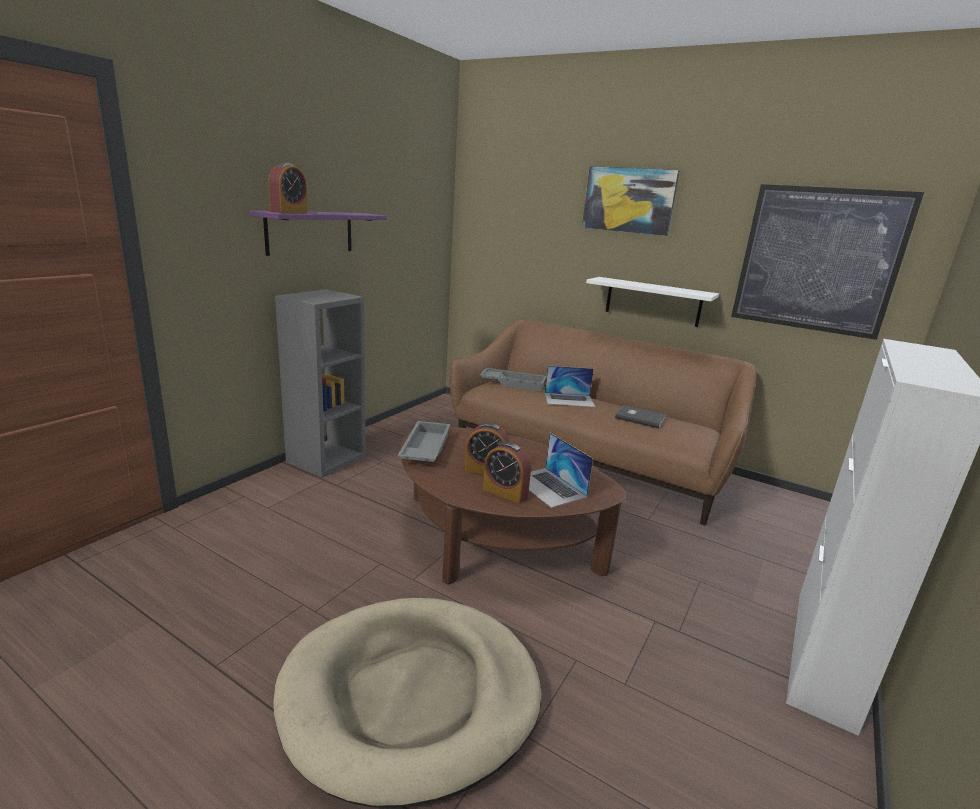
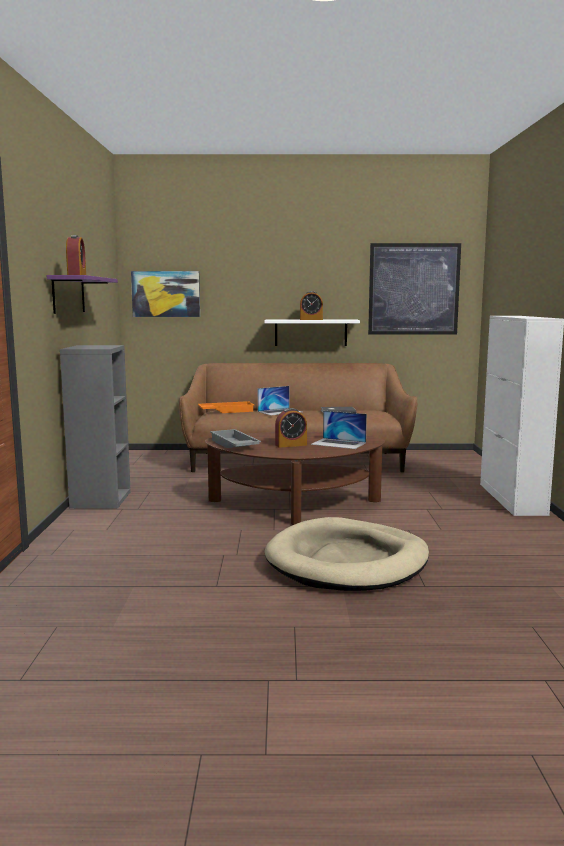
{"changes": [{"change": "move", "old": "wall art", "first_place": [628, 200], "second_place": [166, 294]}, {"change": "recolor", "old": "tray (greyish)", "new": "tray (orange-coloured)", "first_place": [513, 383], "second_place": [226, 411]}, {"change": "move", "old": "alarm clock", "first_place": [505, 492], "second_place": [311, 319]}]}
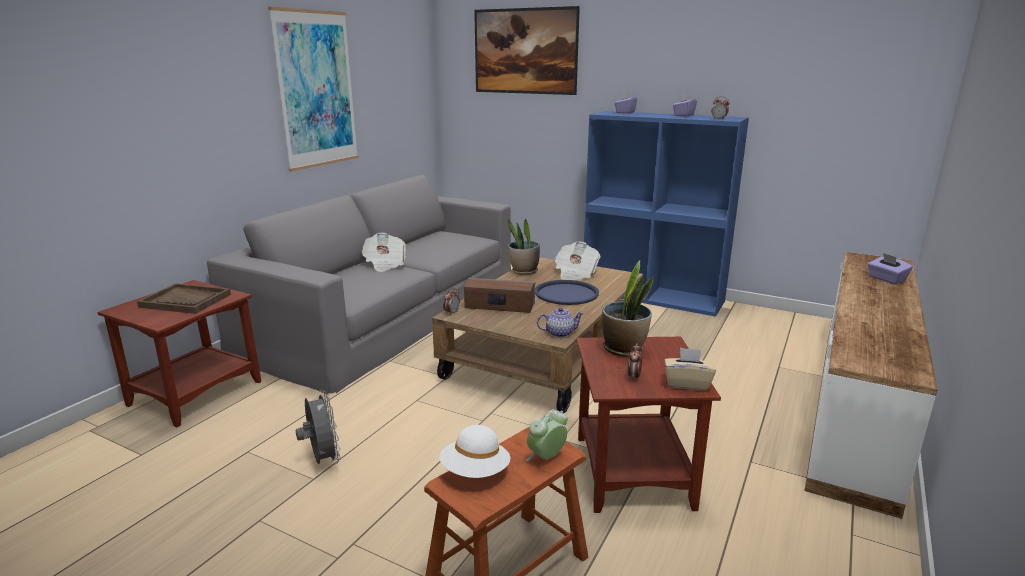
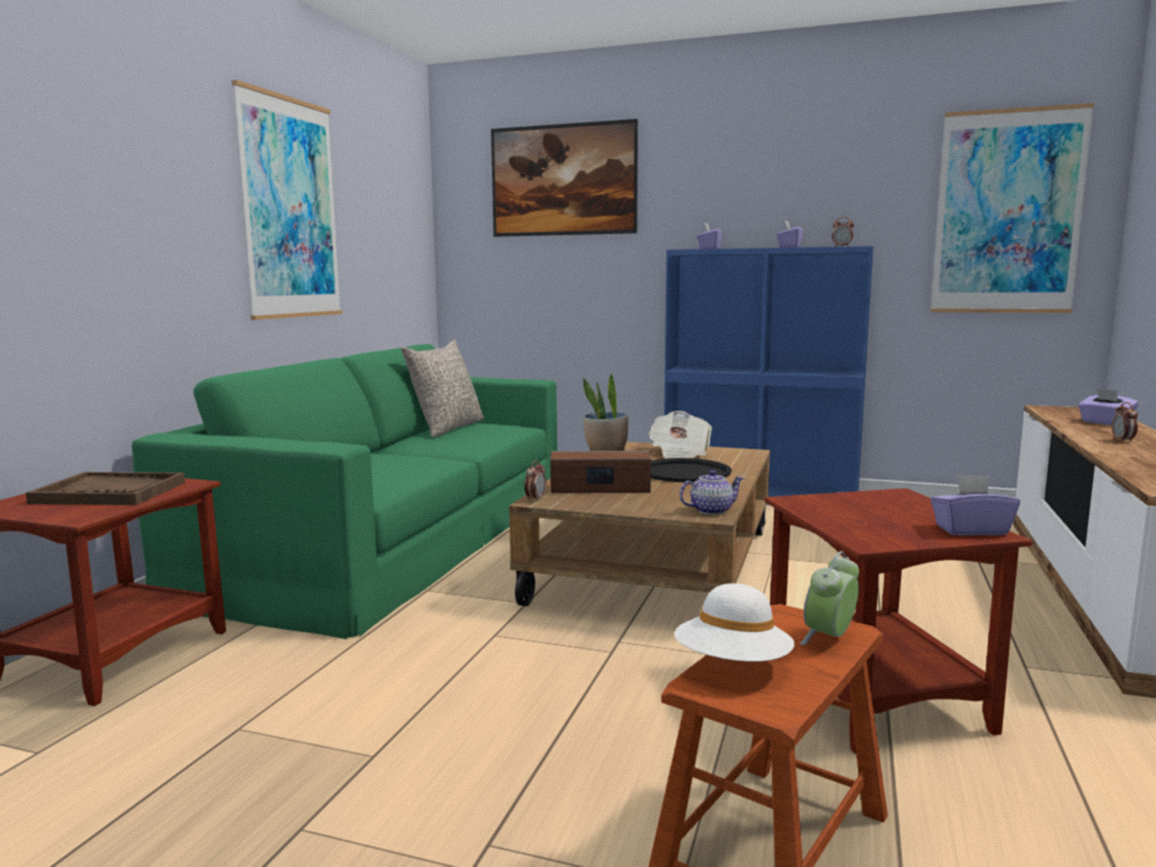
{"changes": [{"change": "recolor", "old": "couch (greyish)", "new": "couch (green-coloured)", "first_place": [388, 314], "second_place": [396, 536]}, {"change": "insert", "new": "throw pillow (greyish)", "second_place": [447, 428]}, {"change": "recolor", "old": "tray (bluish)", "new": "tray (black-coloured)", "first_place": [566, 293], "second_place": [684, 472]}, {"change": "insert", "new": "wall art", "second_place": [1007, 212]}, {"change": "recolor", "old": "tissue holder (beige-coloured)", "new": "tissue holder (purple)", "first_place": [687, 383], "second_place": [971, 530]}, {"change": "move", "old": "alarm clock", "first_place": [634, 377], "second_place": [1123, 441]}, {"change": "delete", "old": "cooling fan (greyish)", "first_place": [322, 460]}, {"change": "delete", "old": "printed paper", "first_place": [385, 264]}, {"change": "delete", "old": "potted plant", "first_place": [624, 349]}]}
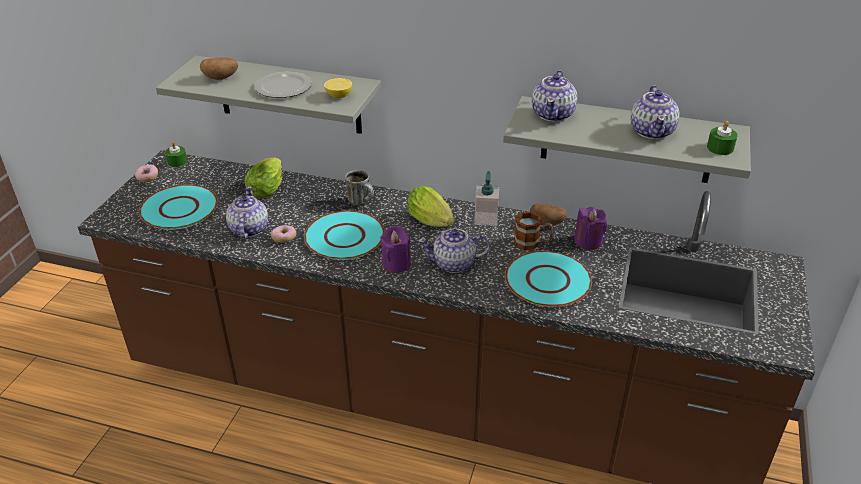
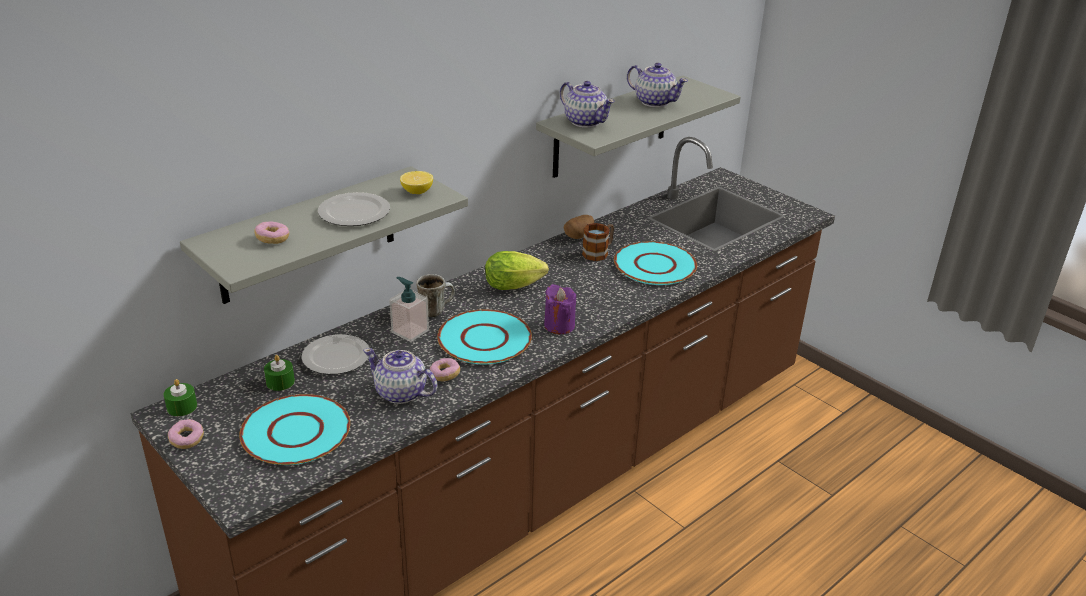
{"changes": [{"change": "replace", "old": "spud", "new": "ring doughnut", "first_place": [221, 78], "second_place": [272, 239]}, {"change": "move", "old": "candle (green-coloured)", "first_place": [720, 148], "second_place": [280, 382]}, {"change": "replace", "old": "head of lettuce", "new": "flat dish", "first_place": [268, 188], "second_place": [336, 358]}, {"change": "move", "old": "soap bottle", "first_place": [486, 218], "second_place": [410, 331]}, {"change": "delete", "old": "tea pot", "first_place": [454, 264]}, {"change": "delete", "old": "candle (purple)", "first_place": [588, 241]}]}
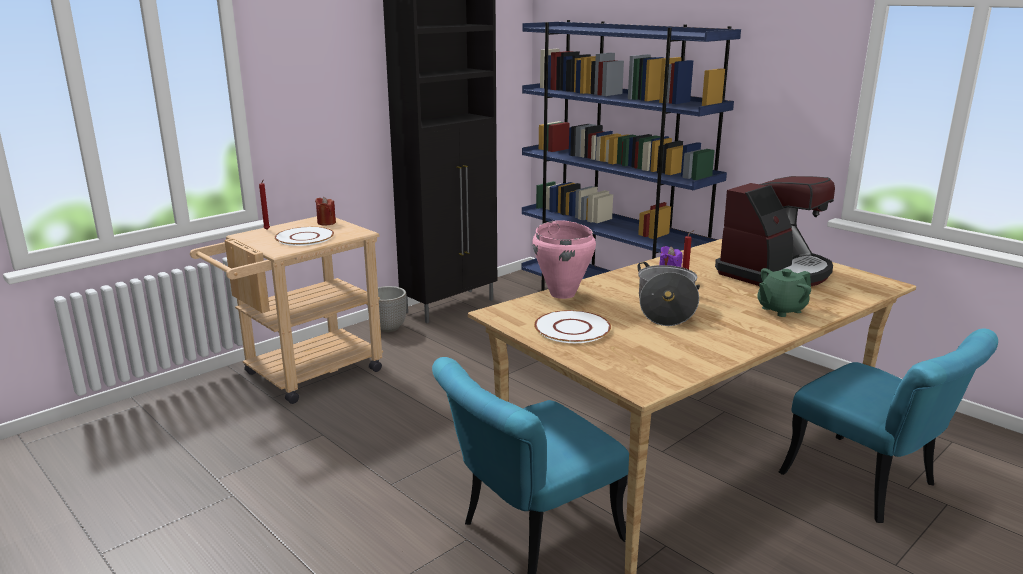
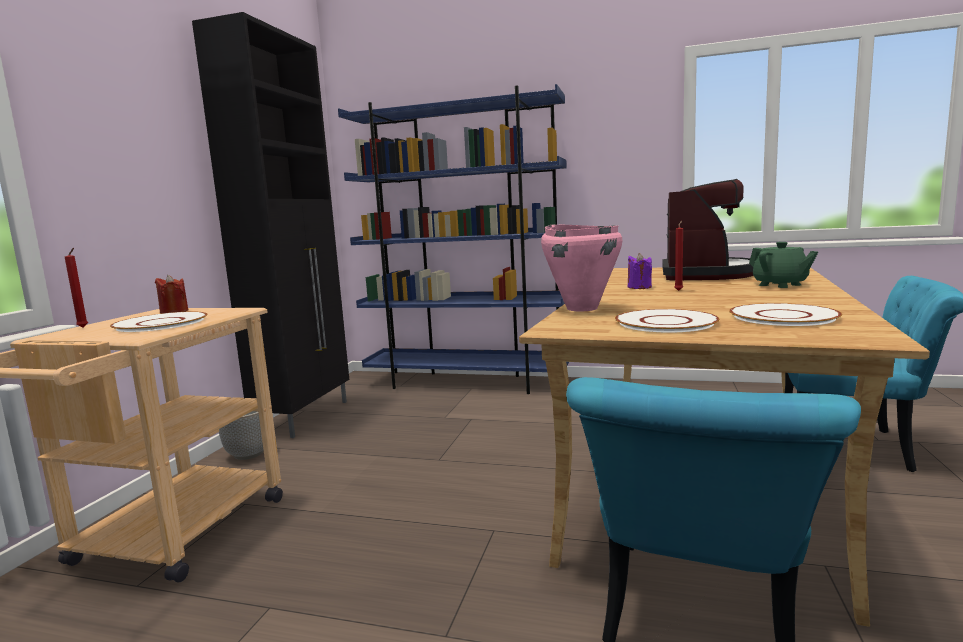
{"changes": [{"change": "insert", "new": "flat dish (white)", "second_place": [782, 316]}, {"change": "rotate", "old": "tea pot (green-coloured)", "first_place": [781, 309], "second_place": [780, 285], "degrees": -60}, {"change": "delete", "old": "stockpot", "first_place": [665, 308]}]}
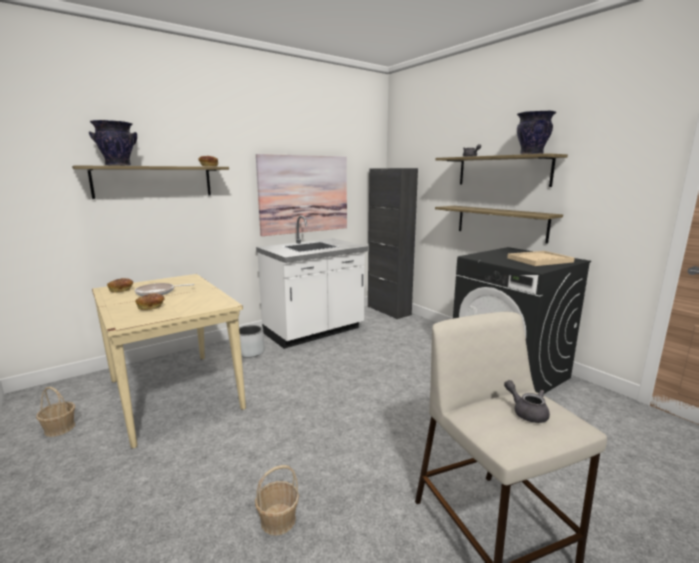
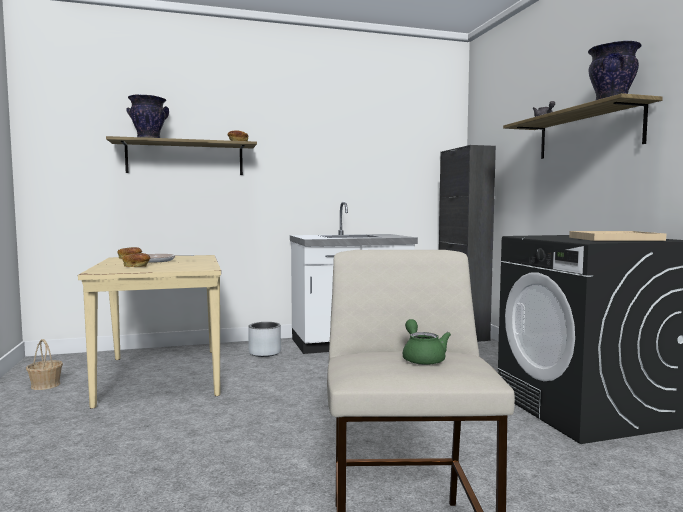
{"changes": [{"change": "recolor", "old": "tea pot (greyish)", "new": "tea pot (green-coloured)", "first_place": [526, 412], "second_place": [422, 358]}, {"change": "delete", "old": "basket", "first_place": [278, 520]}, {"change": "delete", "old": "wall art", "first_place": [304, 194]}, {"change": "delete", "old": "shelf", "first_place": [500, 223]}]}
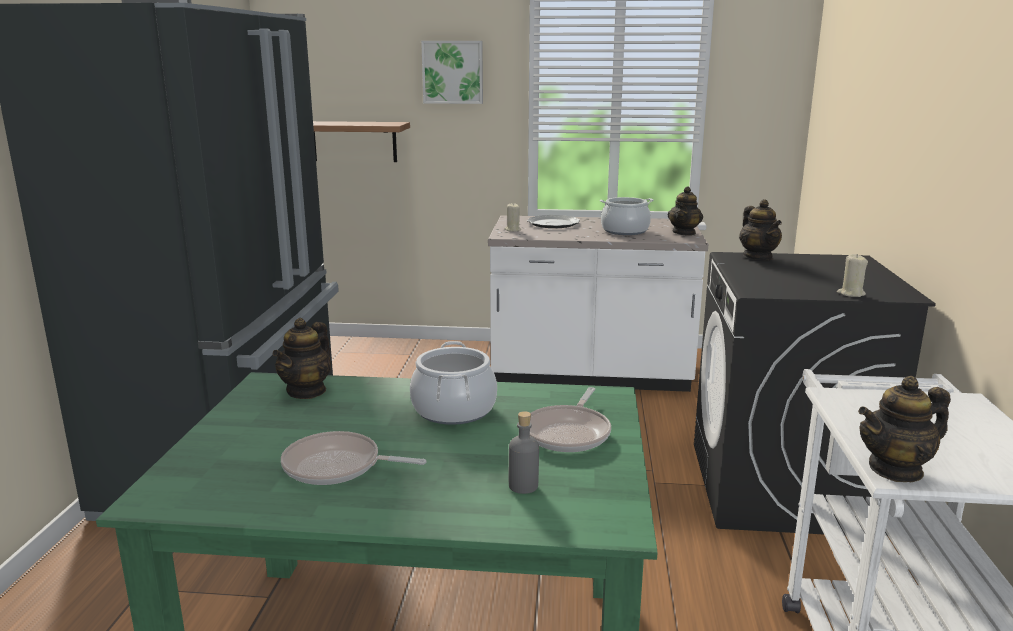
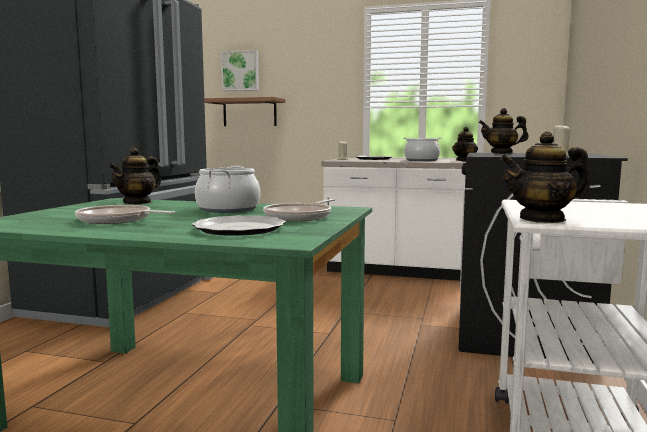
{"changes": [{"change": "replace", "old": "bottle (greyish)", "new": "flat dish", "first_place": [523, 486], "second_place": [240, 229]}, {"change": "move", "old": "wall art", "first_place": [453, 72], "second_place": [240, 71]}, {"change": "rotate", "old": "tea pot", "first_place": [758, 257], "second_place": [501, 153], "degrees": 105}]}
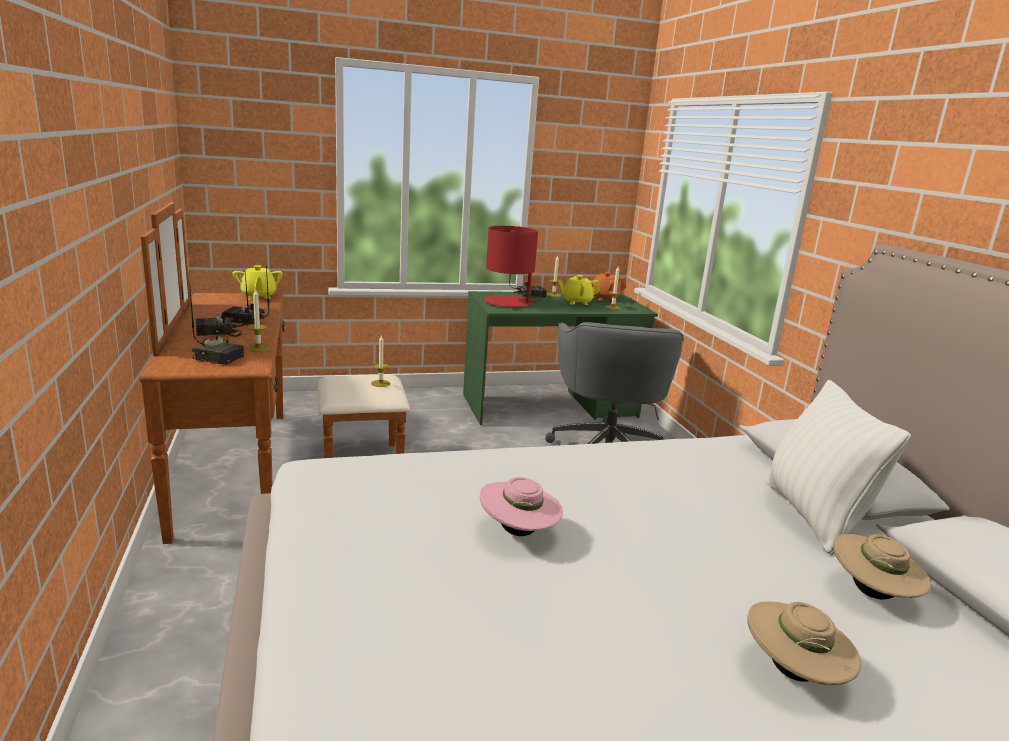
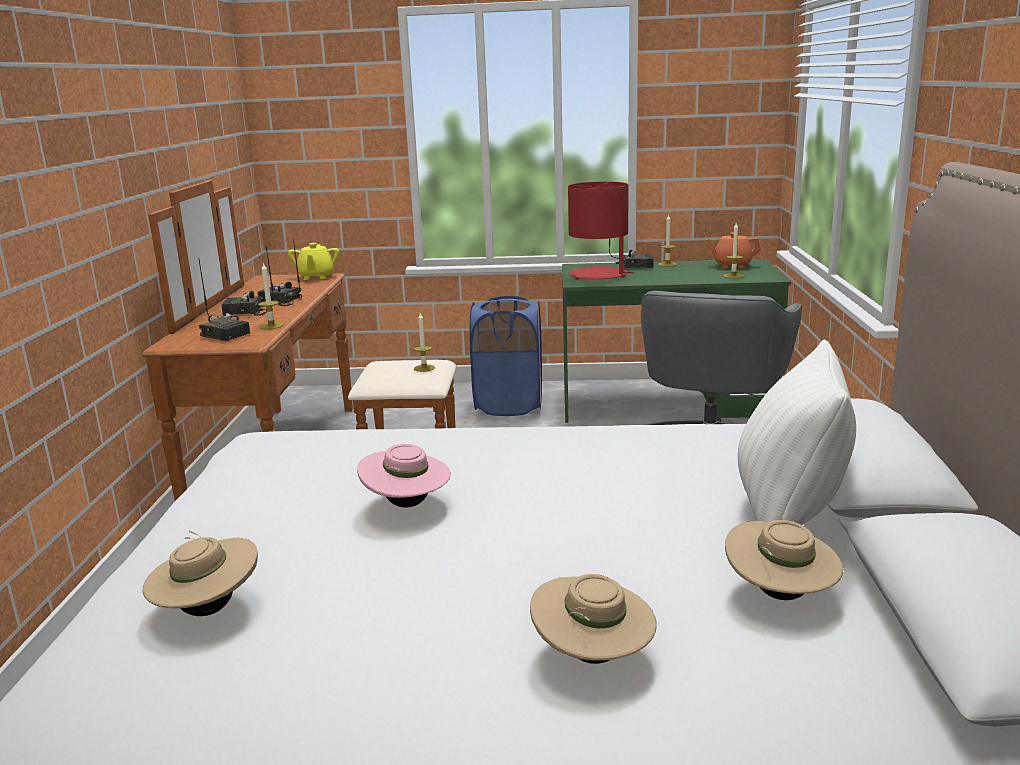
{"changes": [{"change": "insert", "new": "clothing hat (beige-coloured)", "second_place": [207, 609]}, {"change": "insert", "new": "laundry basket (bluish)", "second_place": [509, 405]}, {"change": "delete", "old": "tea pot (yellowish)", "first_place": [576, 302]}]}
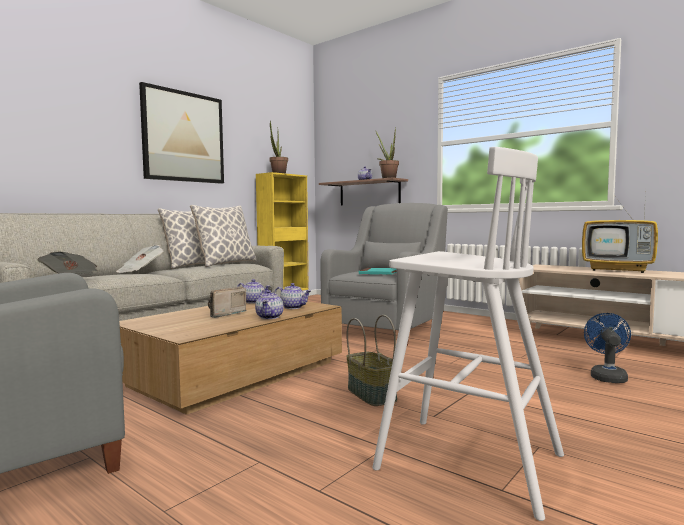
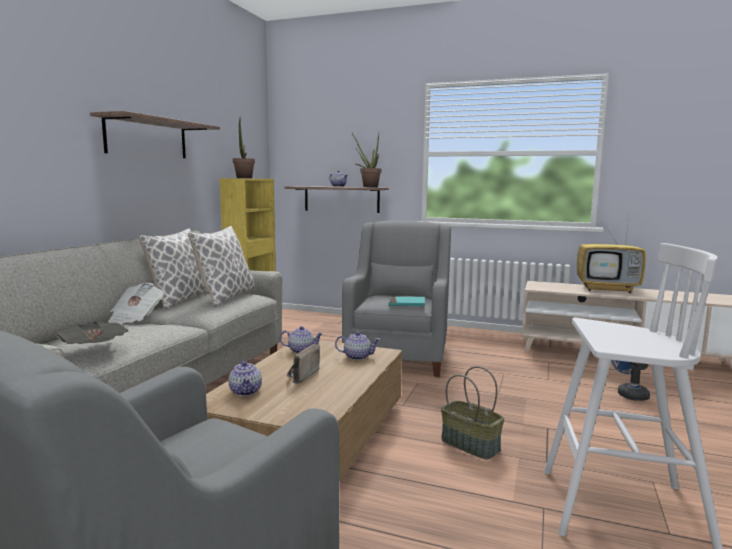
{"changes": [{"change": "replace", "old": "wall art", "new": "shelf", "first_place": [183, 137], "second_place": [147, 138]}, {"change": "move", "old": "tea pot", "first_place": [270, 317], "second_place": [246, 391]}]}
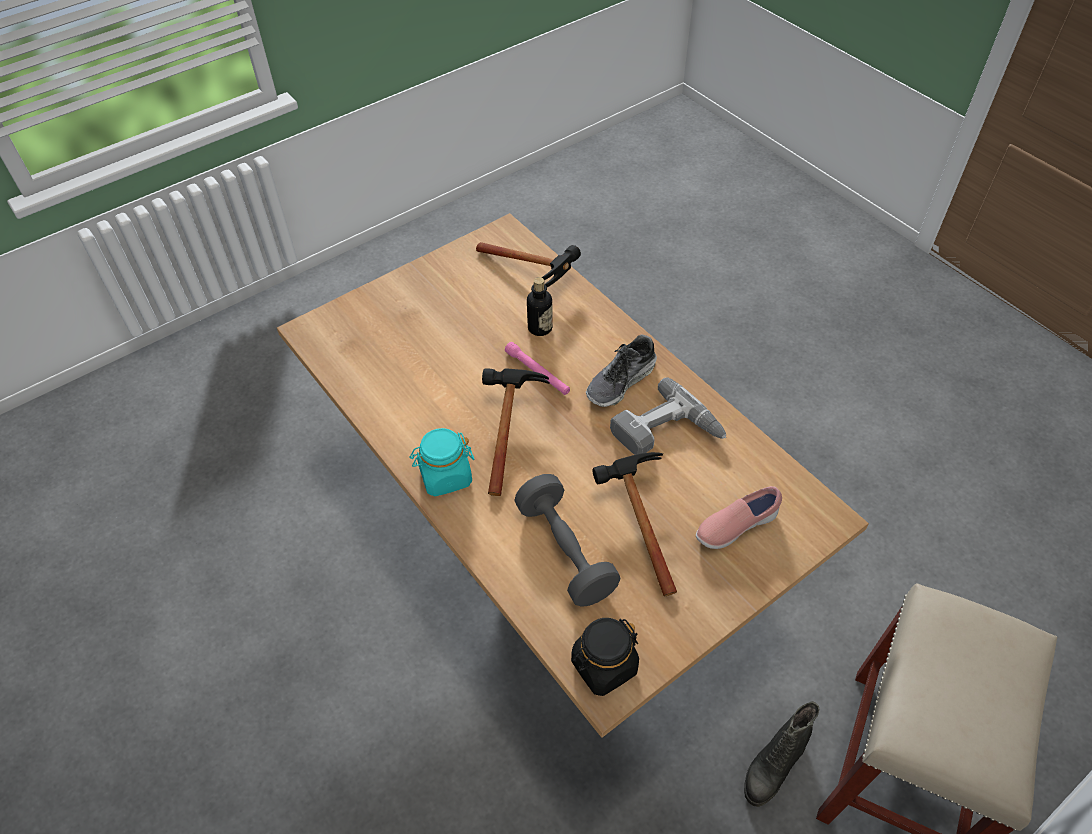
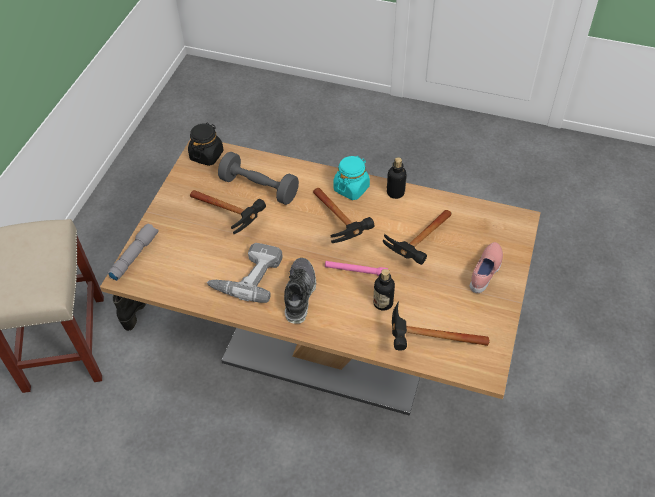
{"changes": [{"change": "insert", "new": "torch (greyish)", "second_place": [134, 255]}, {"change": "insert", "new": "hammer", "second_place": [418, 250]}, {"change": "insert", "new": "bottle", "second_place": [395, 192]}, {"change": "move", "old": "item of footwear (pink-coloured)", "first_place": [735, 526], "second_place": [486, 272]}]}
